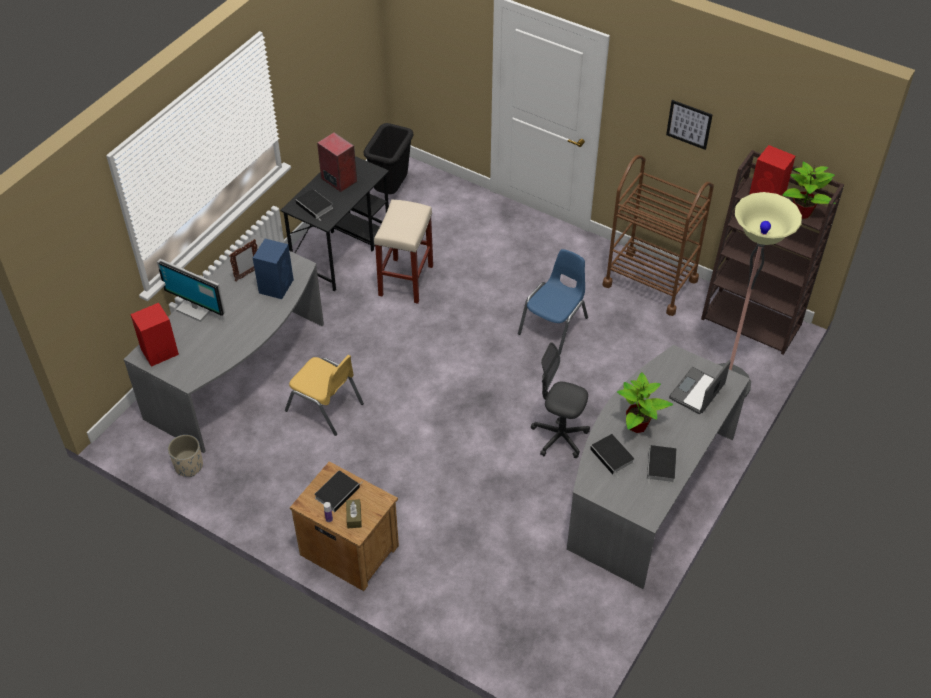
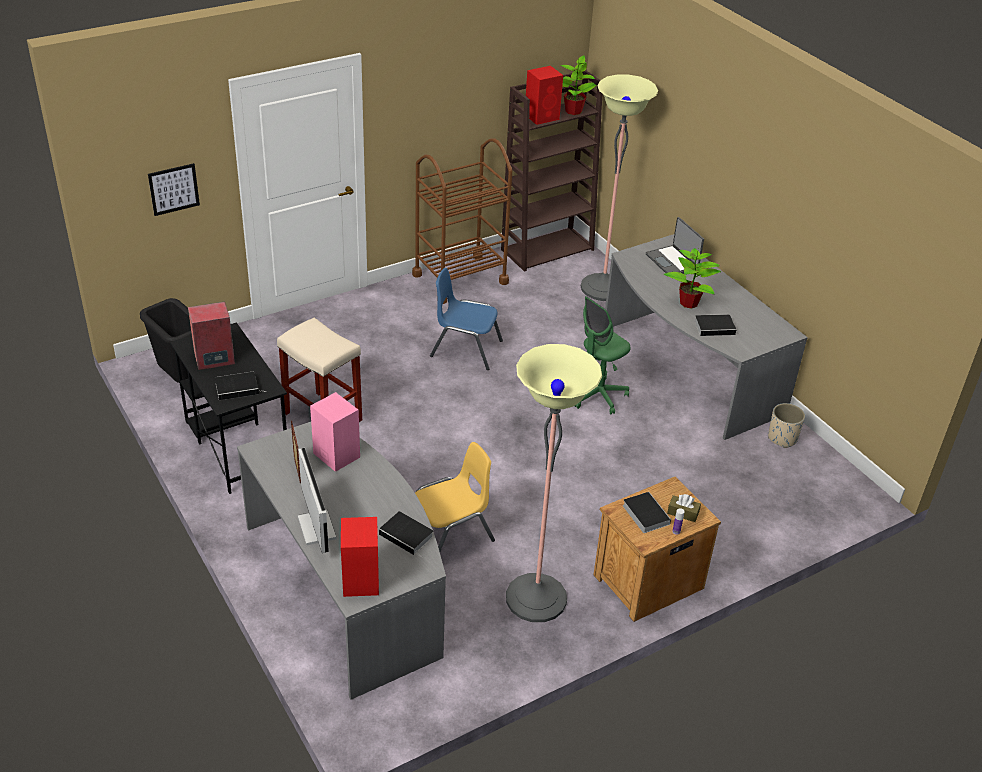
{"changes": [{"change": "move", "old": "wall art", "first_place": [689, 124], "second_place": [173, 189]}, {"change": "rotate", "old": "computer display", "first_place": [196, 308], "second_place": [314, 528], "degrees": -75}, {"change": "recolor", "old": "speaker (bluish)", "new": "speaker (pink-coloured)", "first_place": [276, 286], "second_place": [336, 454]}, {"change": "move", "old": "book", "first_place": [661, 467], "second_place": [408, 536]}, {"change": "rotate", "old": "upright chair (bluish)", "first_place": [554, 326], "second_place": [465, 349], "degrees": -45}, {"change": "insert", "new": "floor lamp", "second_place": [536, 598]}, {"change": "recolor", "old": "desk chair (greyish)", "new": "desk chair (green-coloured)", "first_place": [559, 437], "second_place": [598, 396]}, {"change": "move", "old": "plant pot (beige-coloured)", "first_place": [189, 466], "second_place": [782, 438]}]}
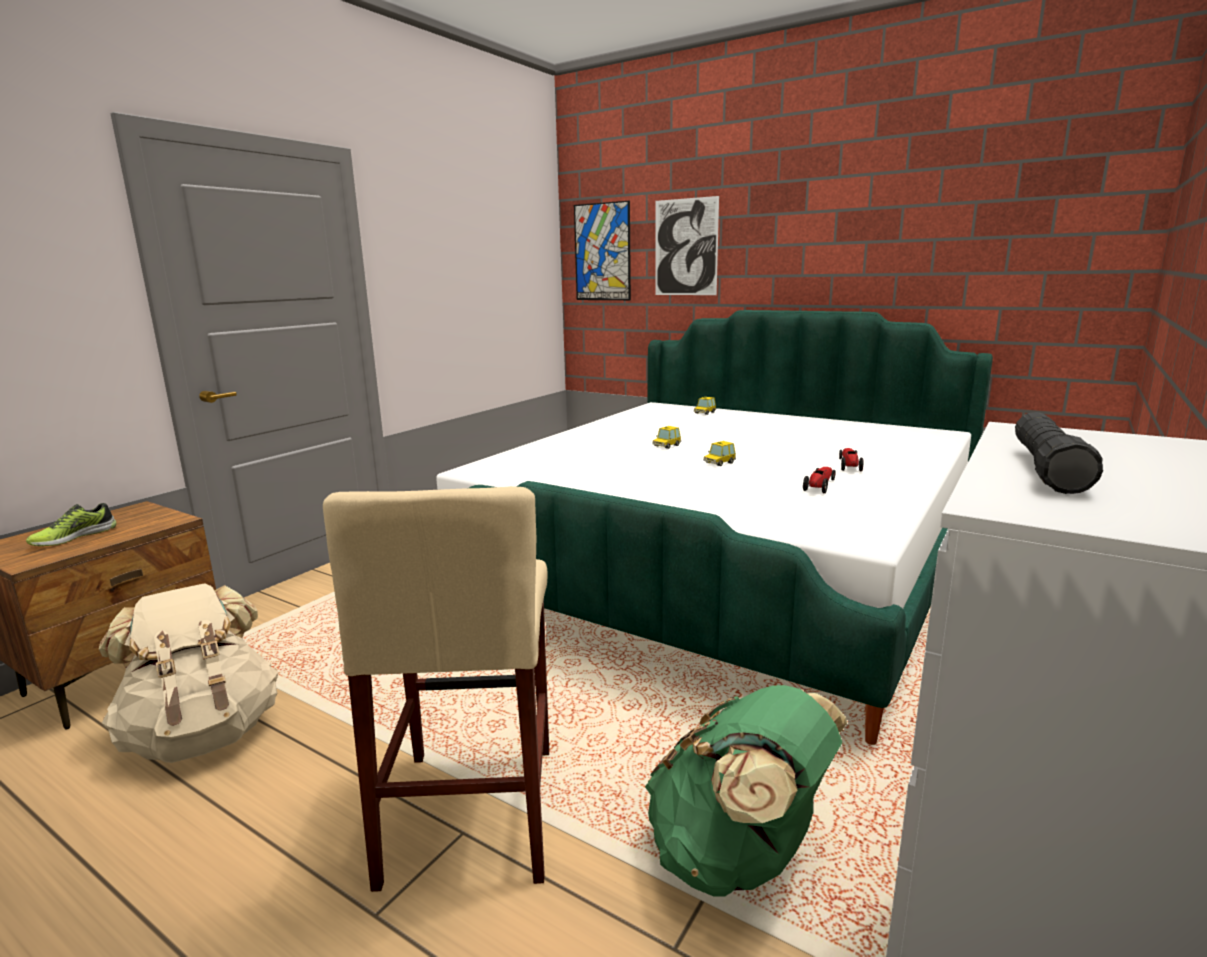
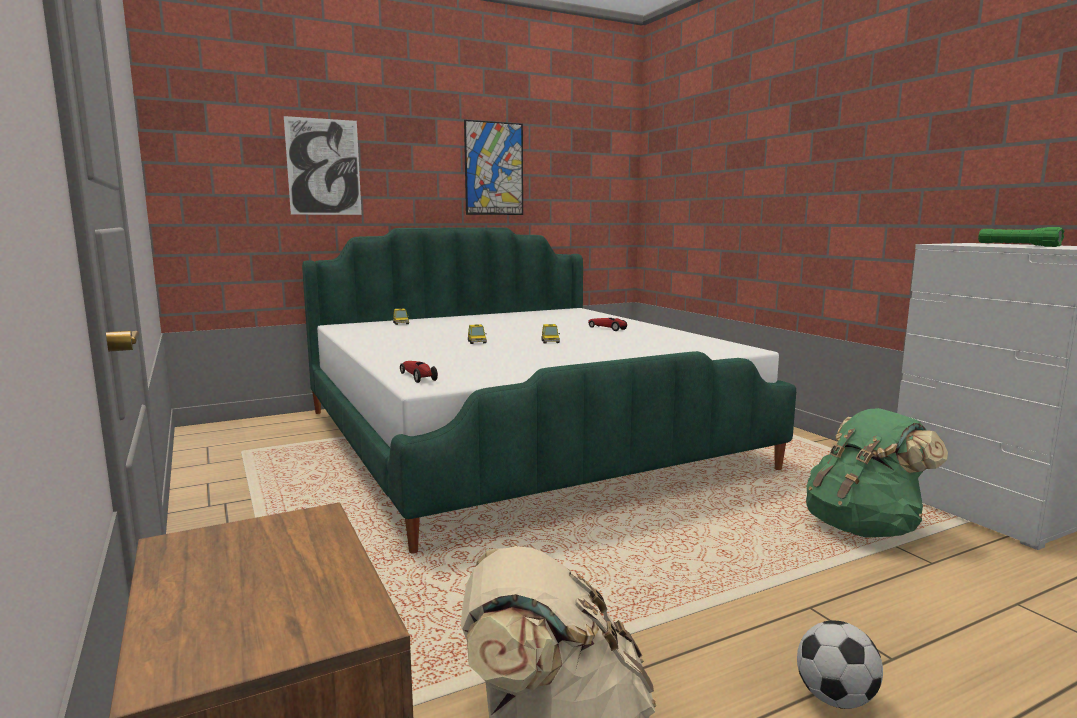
{"changes": [{"change": "move", "old": "toy car", "first_place": [819, 485], "second_place": [418, 377]}, {"change": "move", "old": "wall art", "first_place": [602, 252], "second_place": [494, 169]}, {"change": "insert", "new": "football", "second_place": [835, 699]}, {"change": "recolor", "old": "torch (black-coloured)", "new": "torch (green-coloured)", "first_place": [1046, 470], "second_place": [1018, 246]}, {"change": "delete", "old": "item of footwear", "first_place": [74, 537]}, {"change": "delete", "old": "sitting stool (beige-coloured)", "first_place": [471, 812]}]}
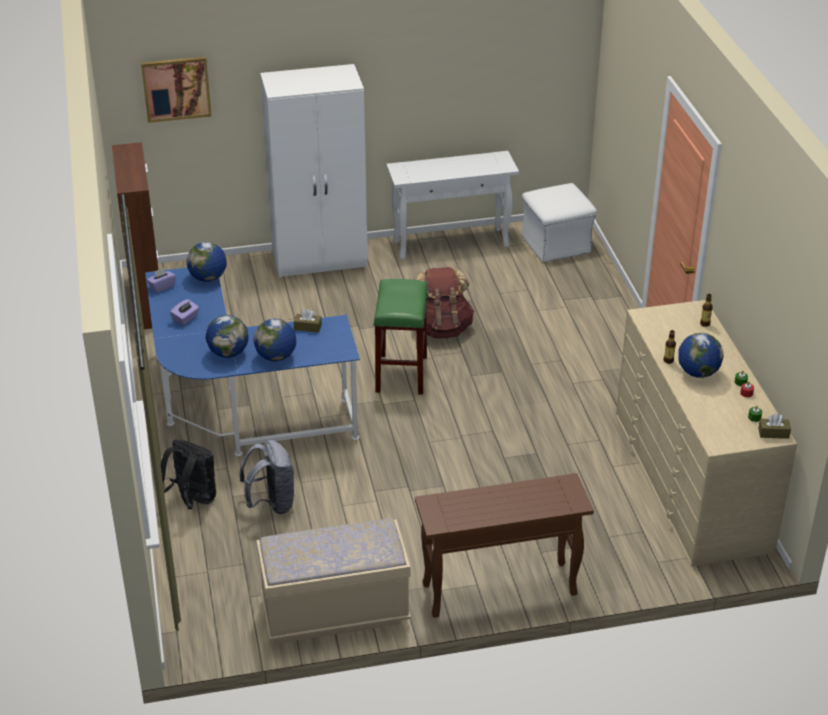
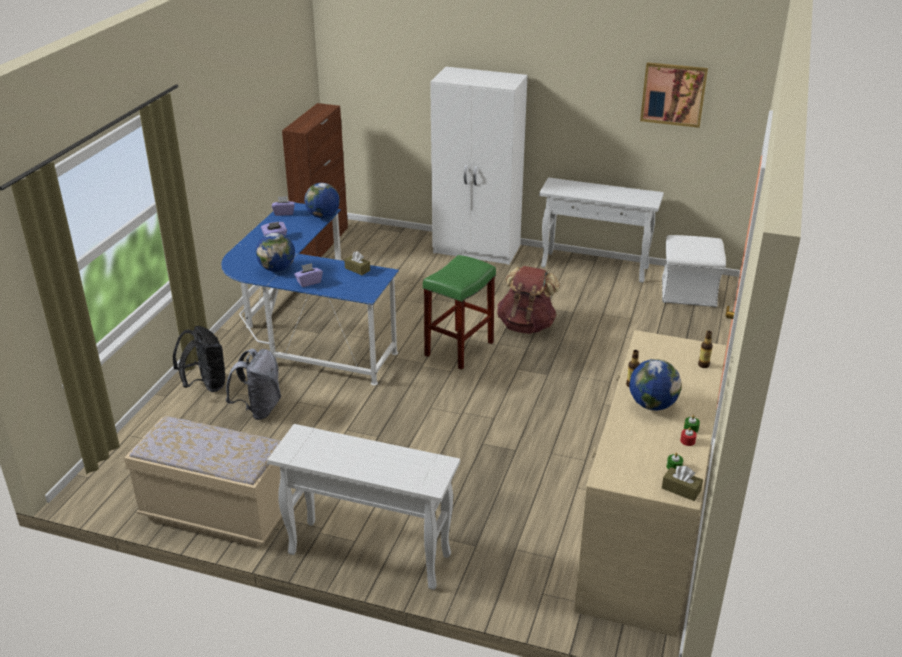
{"changes": [{"change": "recolor", "old": "hall table (brown-coloured)", "new": "hall table (white)", "first_place": [498, 590], "second_place": [368, 554]}, {"change": "replace", "old": "desk globe", "new": "tissue holder (purple)", "first_place": [276, 357], "second_place": [309, 282]}, {"change": "move", "old": "wall art", "first_place": [176, 88], "second_place": [673, 94]}]}
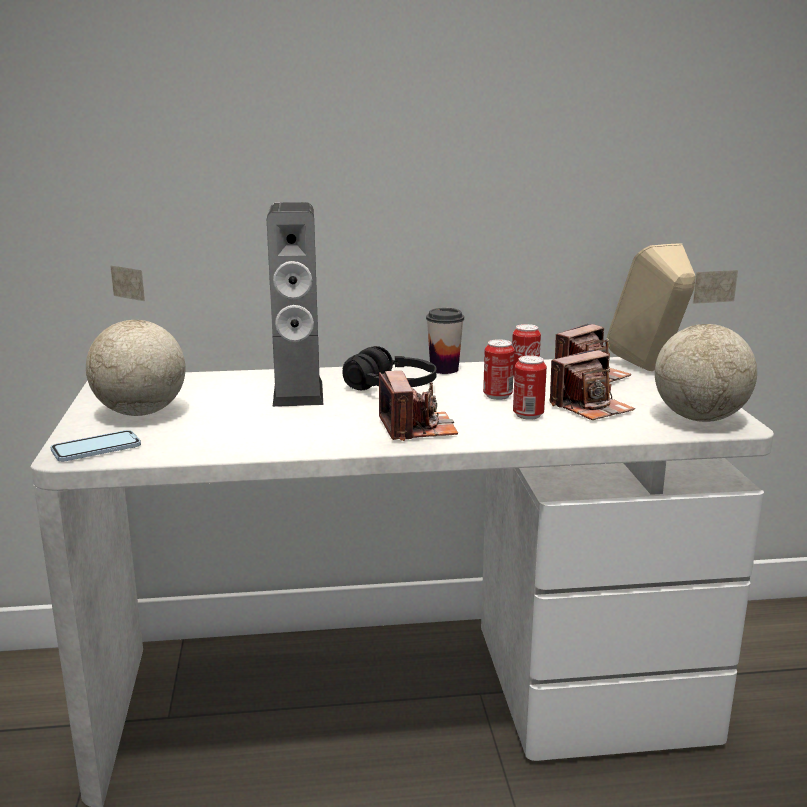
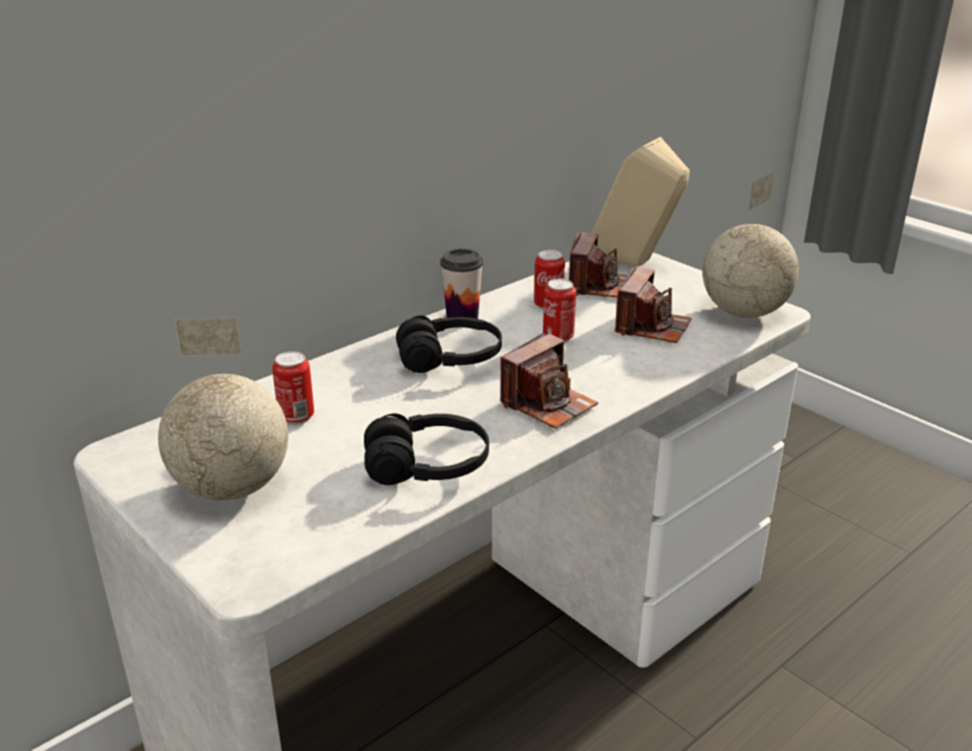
{"changes": [{"change": "move", "old": "sealed can", "first_place": [528, 415], "second_place": [296, 417]}, {"change": "insert", "new": "headset (black-coloured)", "second_place": [427, 467]}, {"change": "rotate", "old": "photo camera", "first_place": [417, 428], "second_place": [548, 404], "degrees": 90}, {"change": "delete", "old": "handset", "first_place": [96, 449]}, {"change": "delete", "old": "speaker", "first_place": [298, 393]}]}
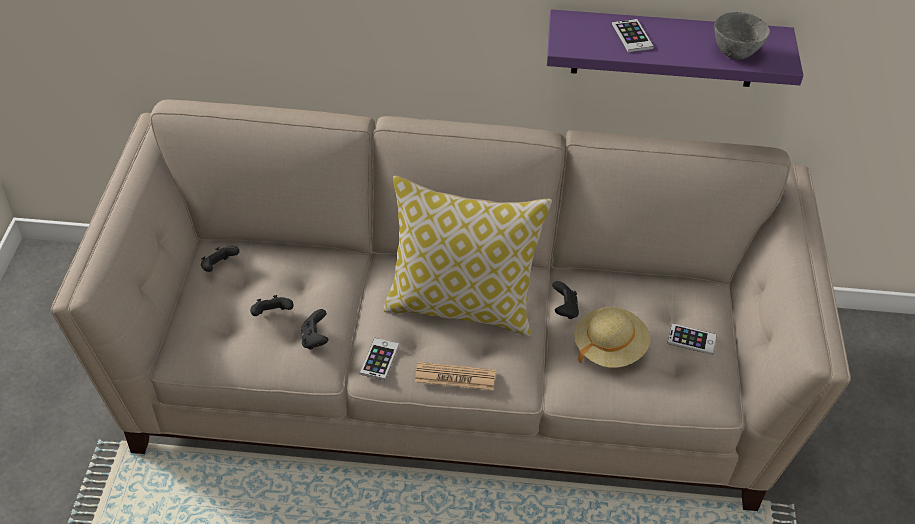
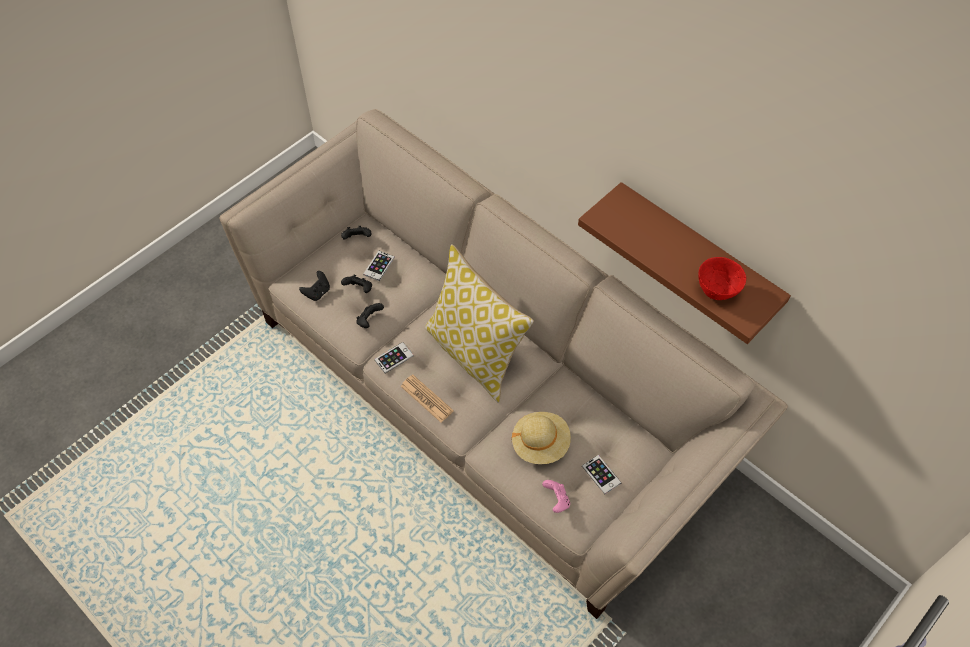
{"changes": [{"change": "move", "old": "joypad (black-coloured)", "first_place": [564, 310], "second_place": [317, 292]}, {"change": "move", "old": "handset", "first_place": [632, 36], "second_place": [379, 266]}, {"change": "insert", "new": "joypad (pink-coloured)", "second_place": [556, 500]}, {"change": "recolor", "old": "shelf (purple)", "new": "shelf (brown-coloured)", "first_place": [665, 49], "second_place": [696, 255]}, {"change": "recolor", "old": "deep dish (greyish)", "new": "deep dish (red)", "first_place": [735, 53], "second_place": [717, 291]}]}
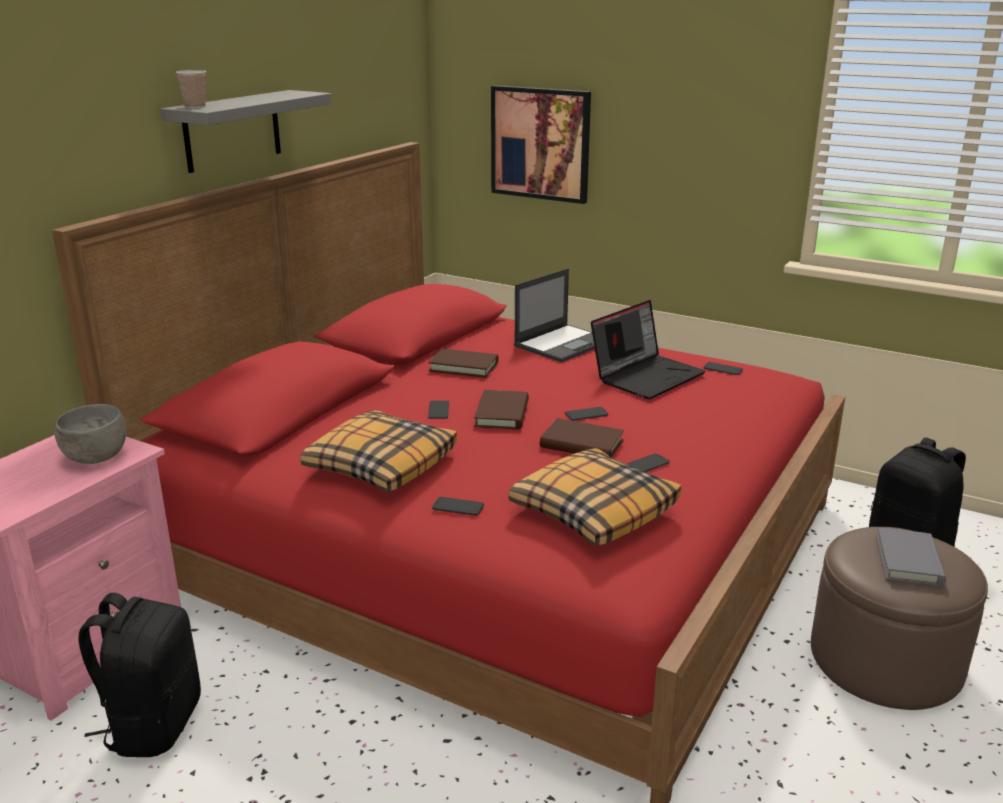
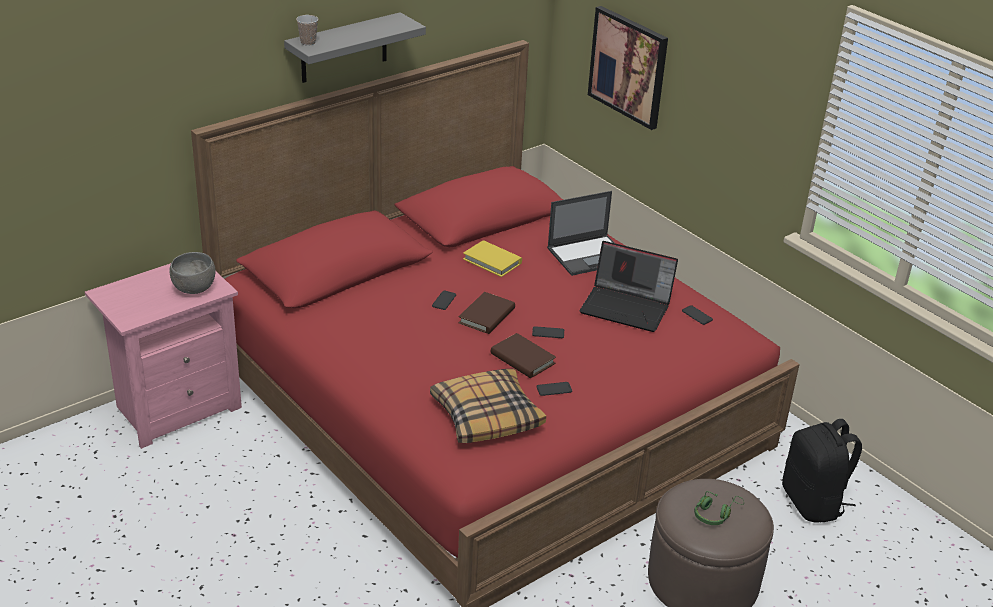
{"changes": [{"change": "recolor", "old": "book (brown-coloured)", "new": "book (yellowish)", "first_place": [464, 367], "second_place": [492, 261]}, {"change": "rotate", "old": "notebook computer", "first_place": [647, 376], "second_place": [627, 307], "degrees": 45}, {"change": "replace", "old": "book (greyish)", "new": "headset (green-coloured)", "first_place": [909, 561], "second_place": [715, 514]}, {"change": "delete", "old": "knapsack (black-coloured)", "first_place": [153, 725]}, {"change": "delete", "old": "throw pillow", "first_place": [380, 465]}, {"change": "delete", "old": "handset", "first_place": [458, 507]}]}
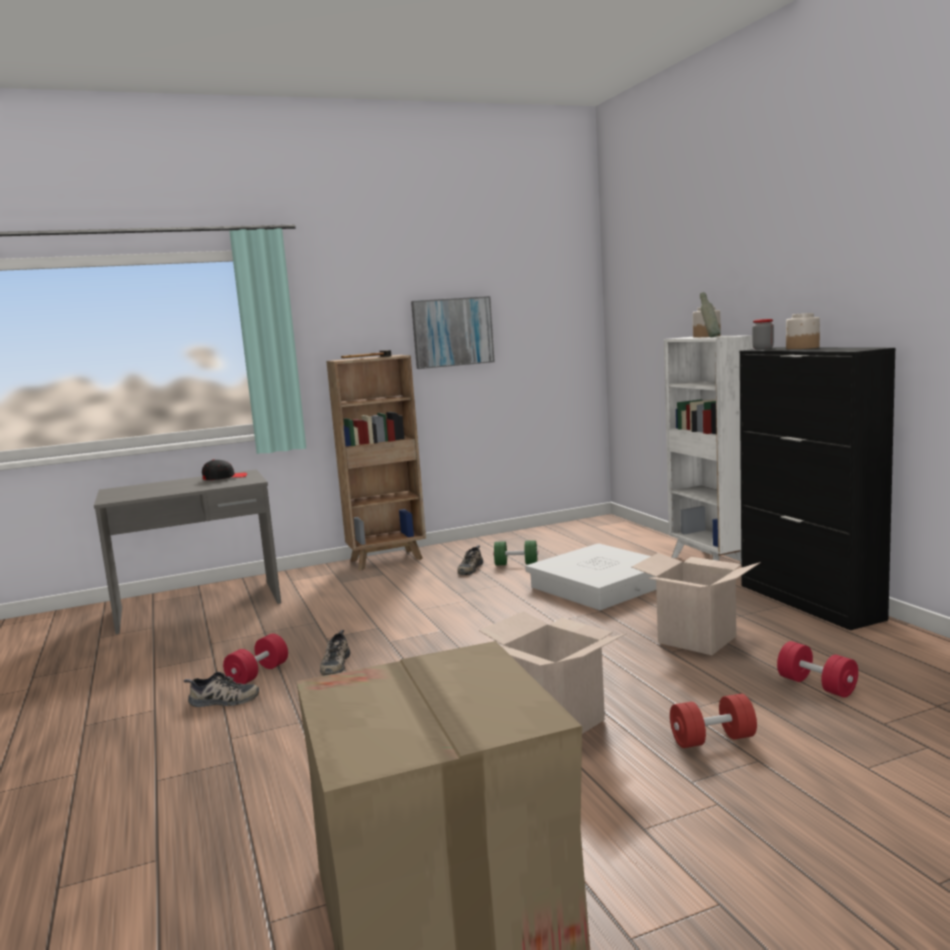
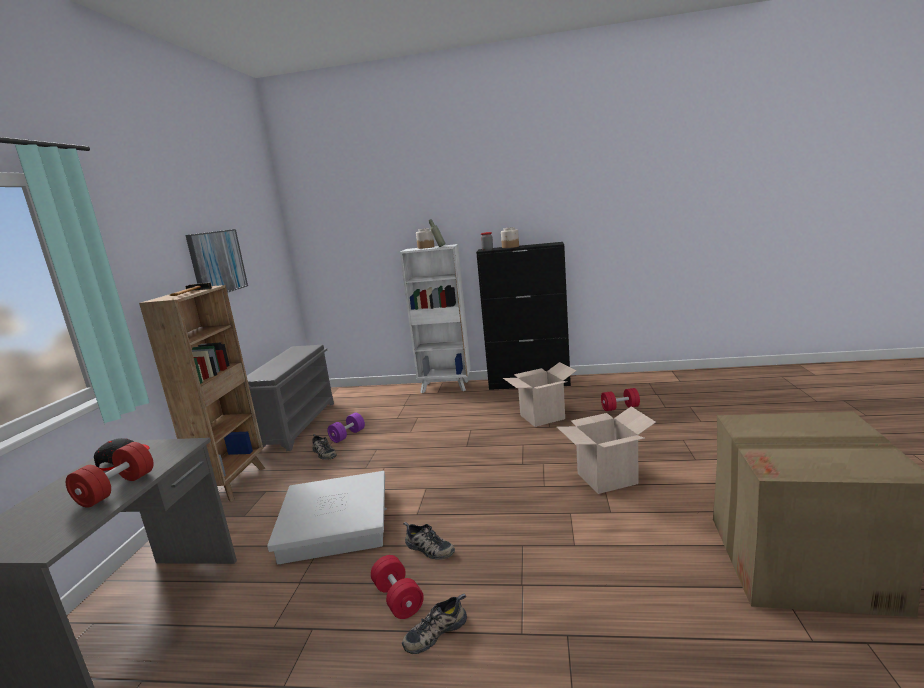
{"changes": [{"change": "move", "old": "hand weight (red)", "first_place": [713, 739], "second_place": [117, 489]}, {"change": "insert", "new": "shoe stand (greyish)", "second_place": [296, 425]}, {"change": "move", "old": "storage container (white)", "first_place": [599, 586], "second_place": [335, 524]}, {"change": "recolor", "old": "hand weight (green-coloured)", "new": "hand weight (purple)", "first_place": [516, 564], "second_place": [347, 435]}, {"change": "rotate", "old": "item of footwear", "first_place": [223, 701], "second_place": [435, 631], "degrees": -150}]}
